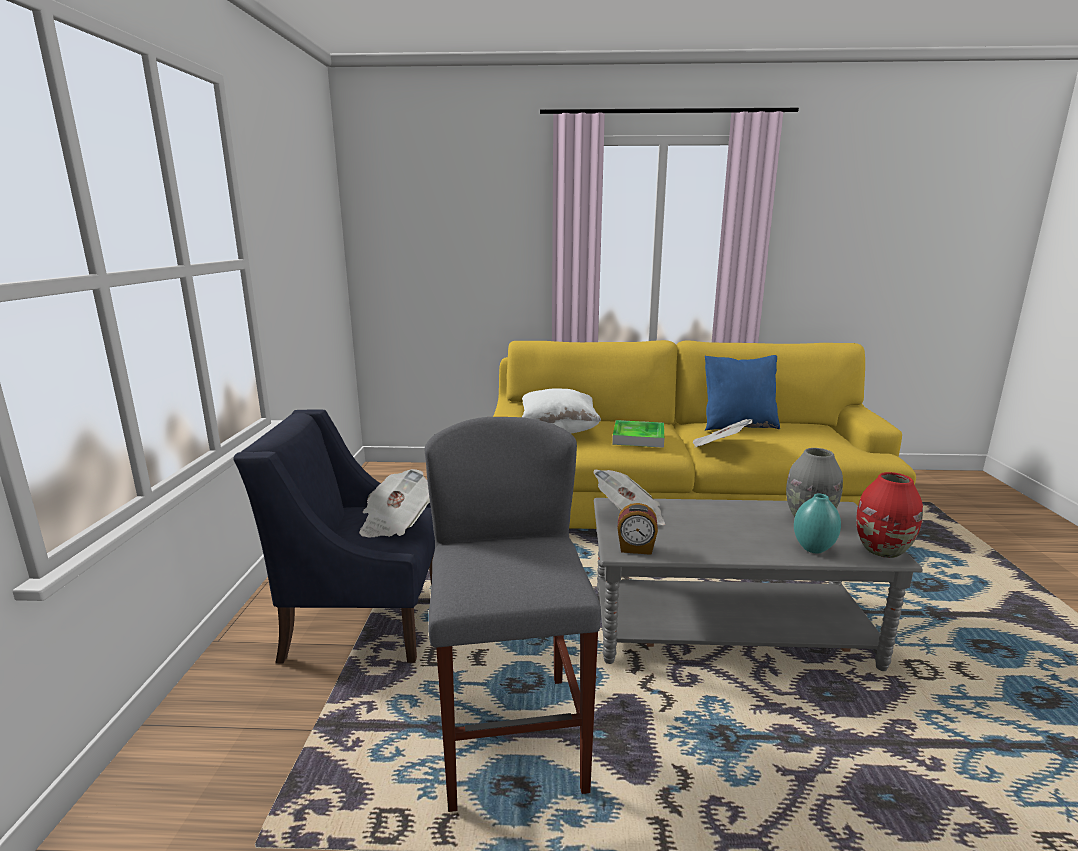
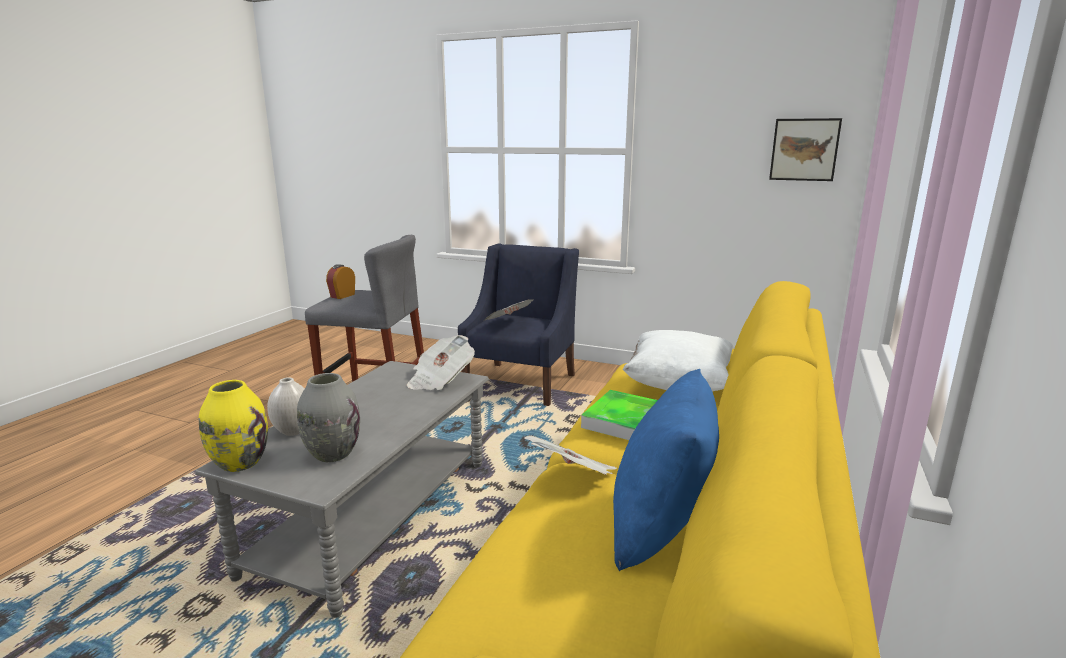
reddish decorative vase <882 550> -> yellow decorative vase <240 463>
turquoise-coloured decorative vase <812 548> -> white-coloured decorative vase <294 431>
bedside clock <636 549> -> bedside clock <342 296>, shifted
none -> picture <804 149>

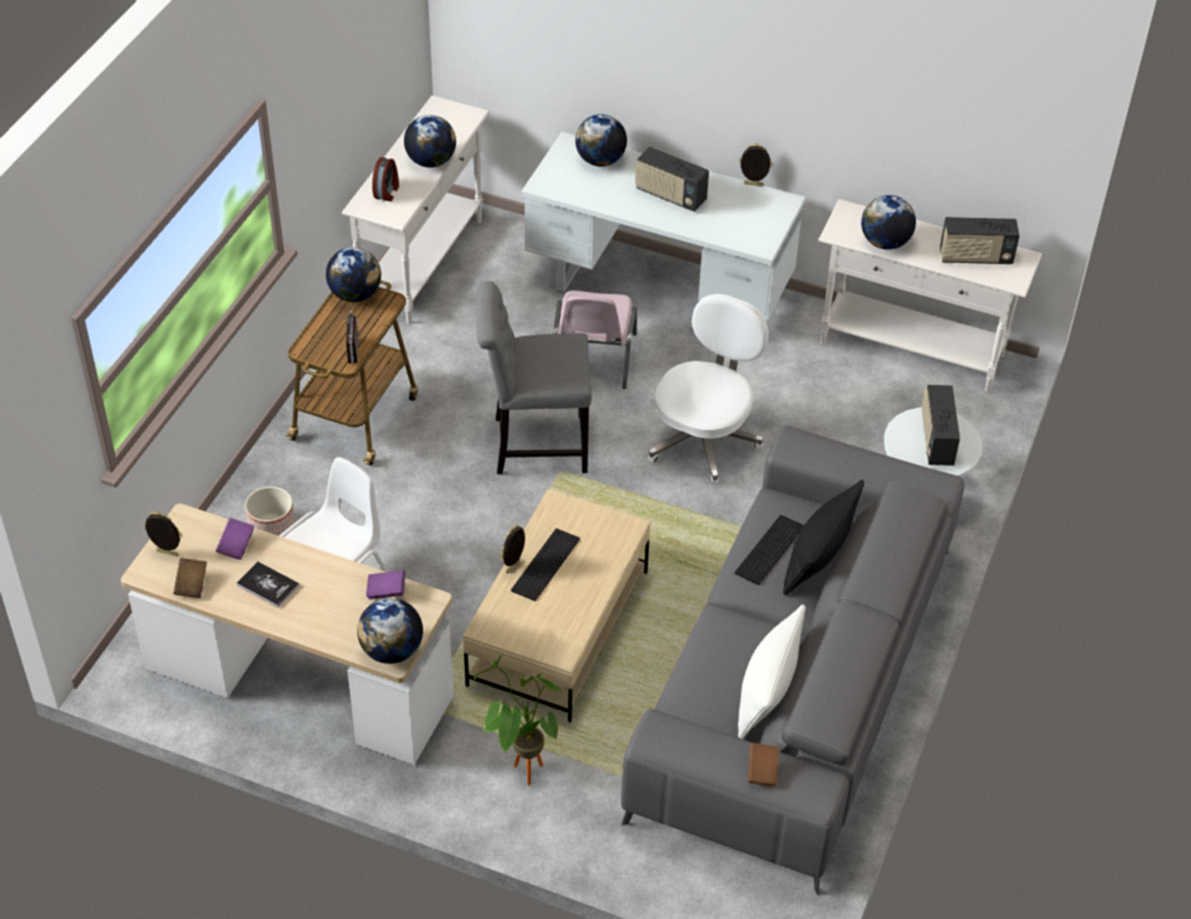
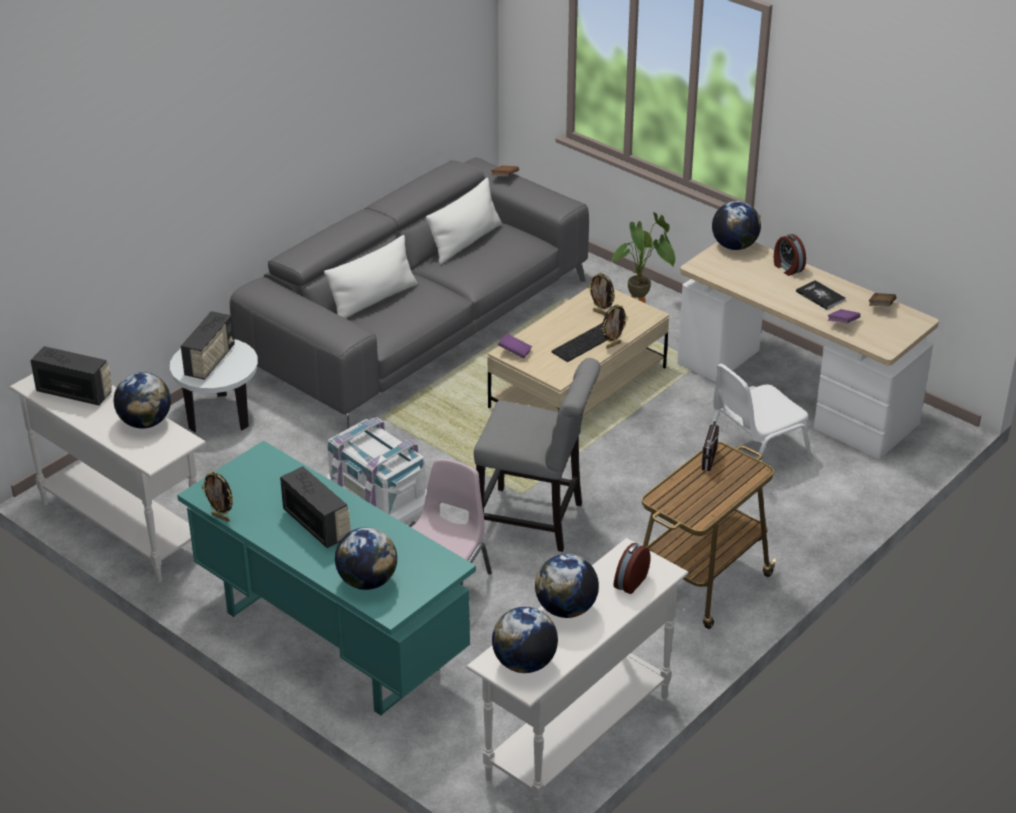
white-coloured desk table <659 293> -> turquoise-coloured desk table <330 641>
desk globe <355 294> -> desk globe <524 663>, shifted
white-coloured office chair <704 439> -> white-coloured storage box <377 493>
black pillow <818 557> -> white-coloured pillow <373 300>
planter <272 527> -> none
standing frame <167 554> -> standing frame <601 313>, shifted
keyboard <770 551> -> none
purple volume <386 591> -> purple volume <514 352>, shifted
none -> bedside clock <787 268>

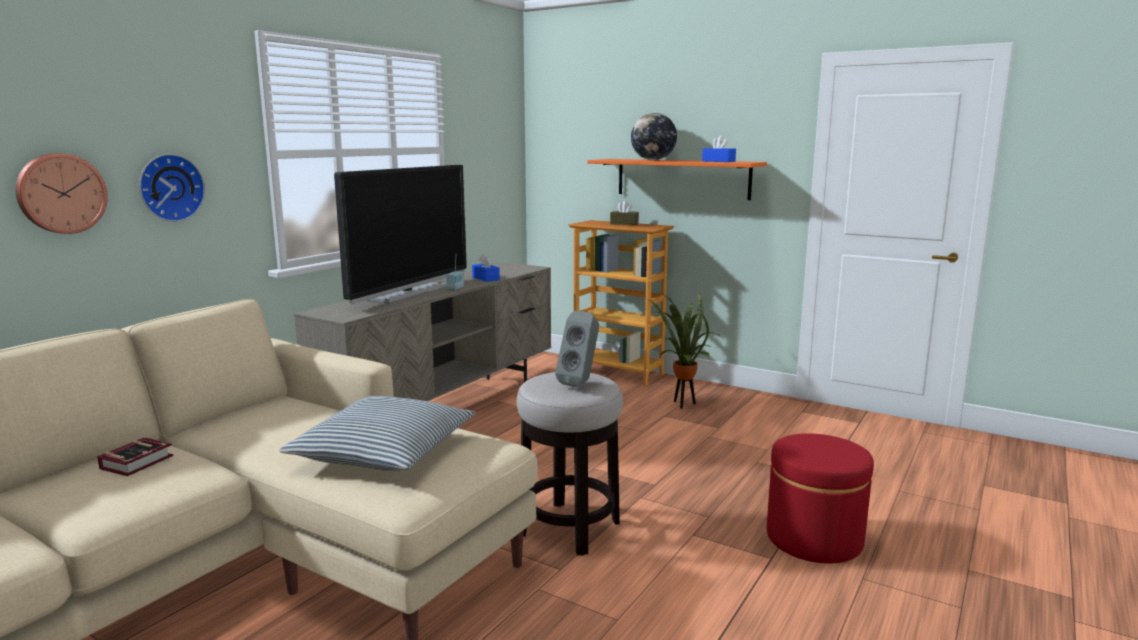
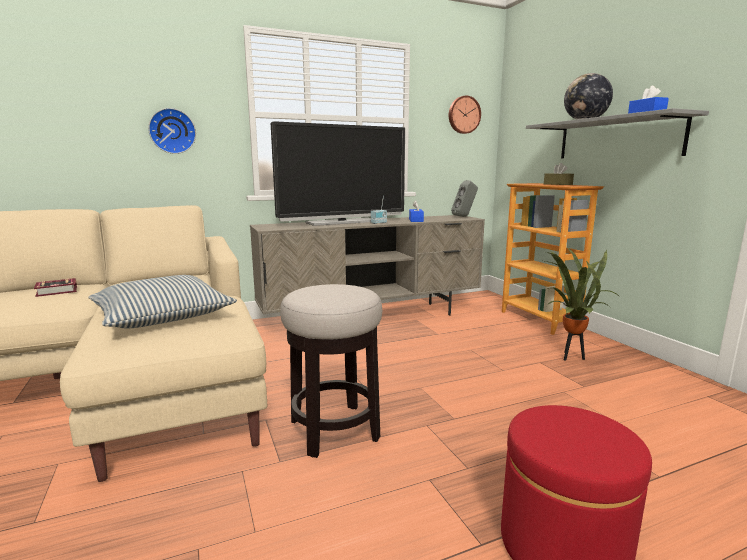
wall clock <61 193> -> wall clock <463 115>, shifted
orange-coloured shelf <682 178> -> grey shelf <617 138>
grey speaker <581 383> -> grey speaker <464 216>, shifted

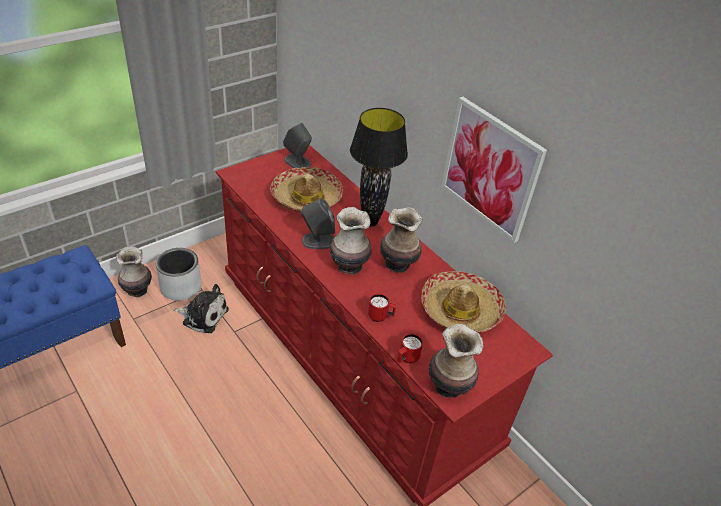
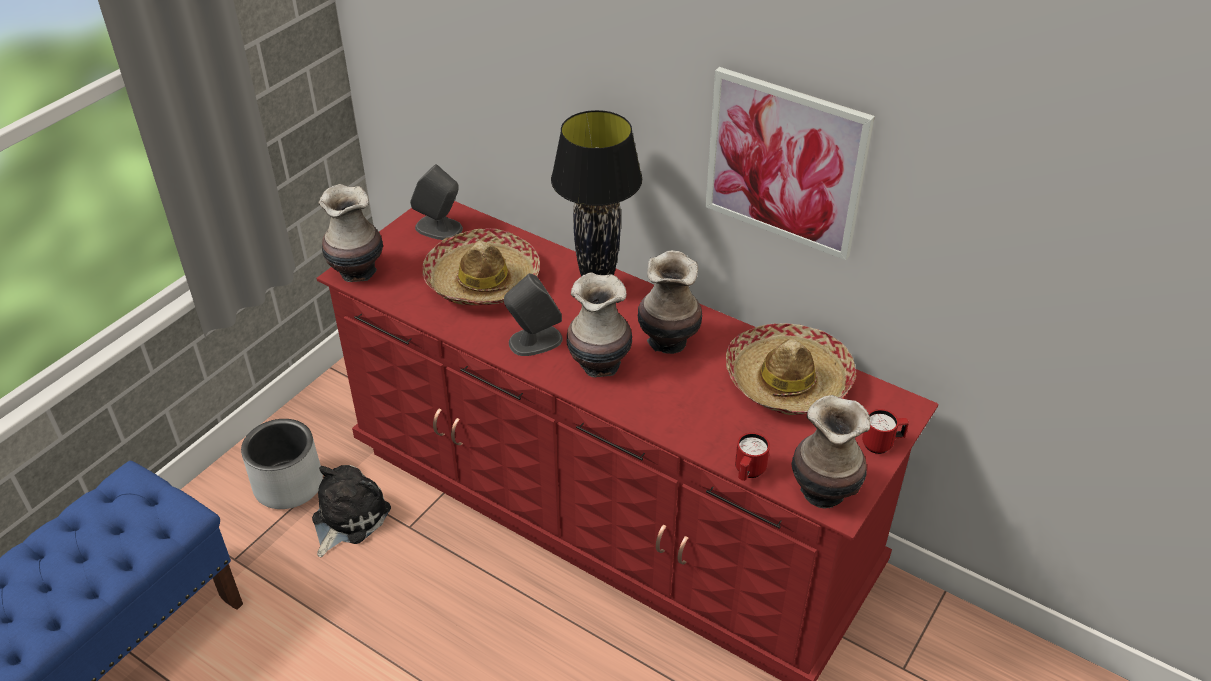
decorative vase <137 290> -> decorative vase <357 271>, shifted
plush toy <203 315> -> plush toy <347 518>, 60 degrees counterclockwise
reddish mug <380 317> -> reddish mug <882 444>, shifted

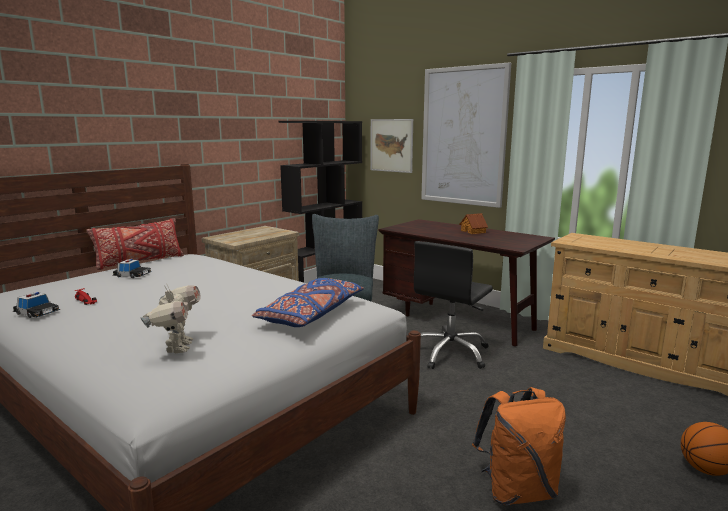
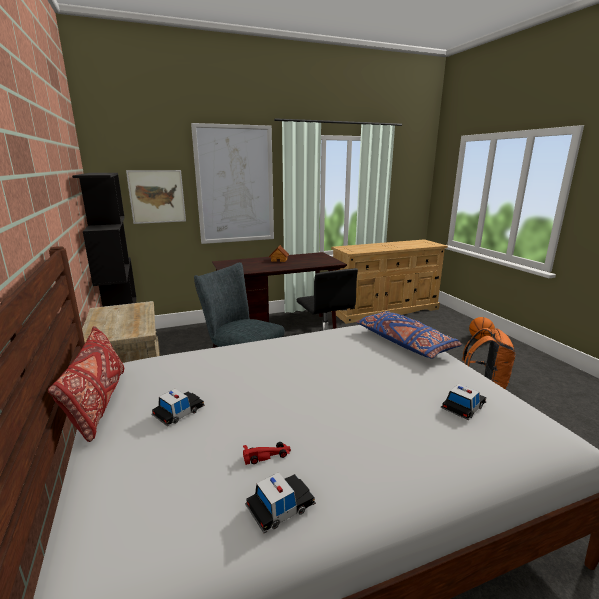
robot figure <177 347> -> miniature car <463 406>

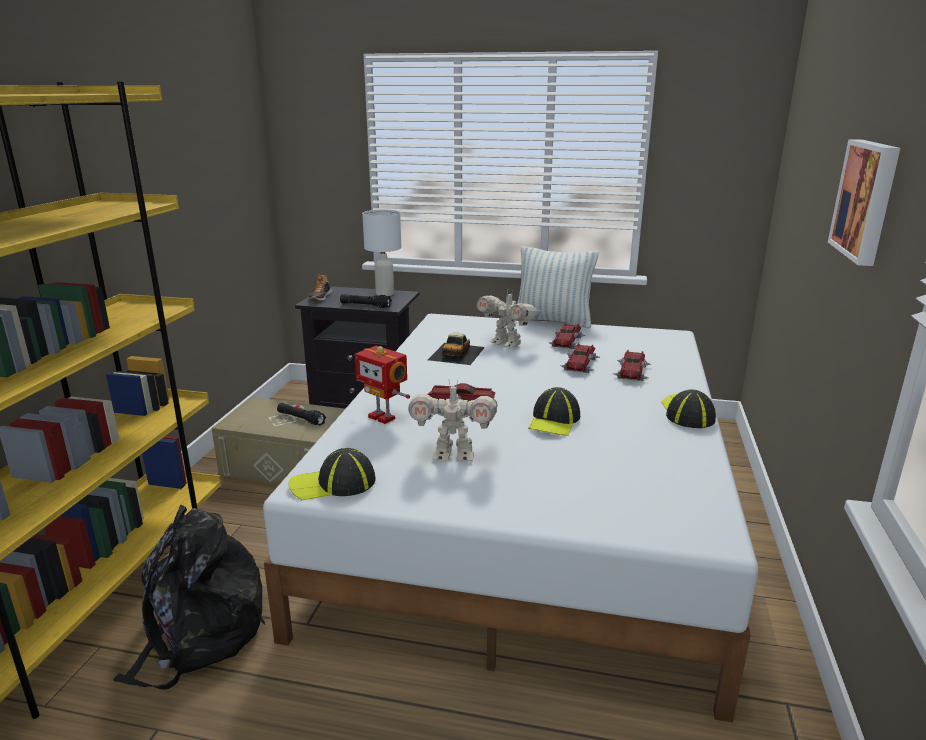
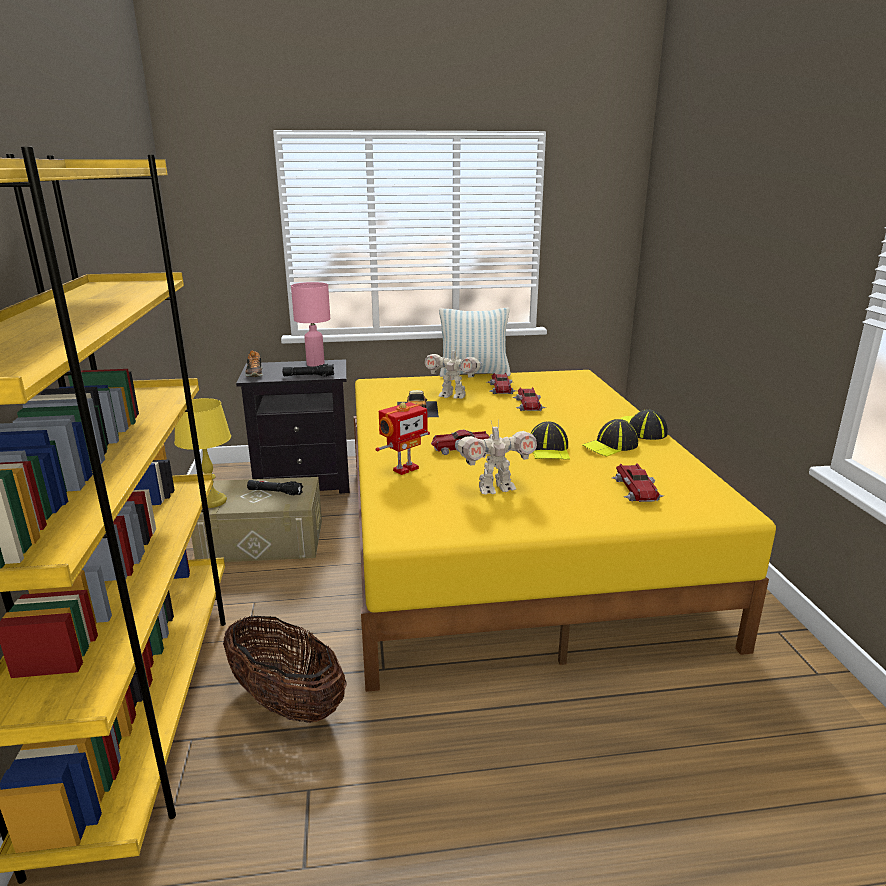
picture <867 200> -> none
white-coloured table lamp <385 294> -> pink table lamp <315 364>
white-coloured bedroom bed <529 509> -> yellow bedroom bed <508 537>
robot figure <383 417> -> robot figure <404 469>, 60 degrees counterclockwise
miniature car <632 372> -> miniature car <637 490>, shifted
cap <333 484> -> cap <610 446>, shifted
black backpack <199 634> -> storage basket <287 702>
none -> yellow table lamp <212 501>

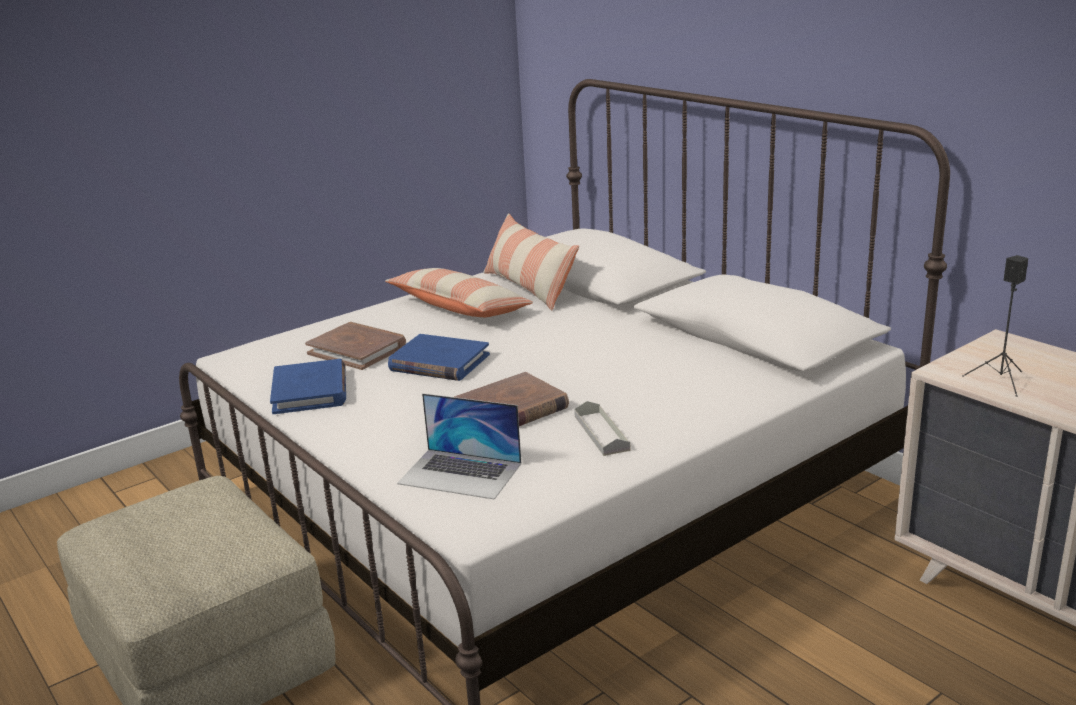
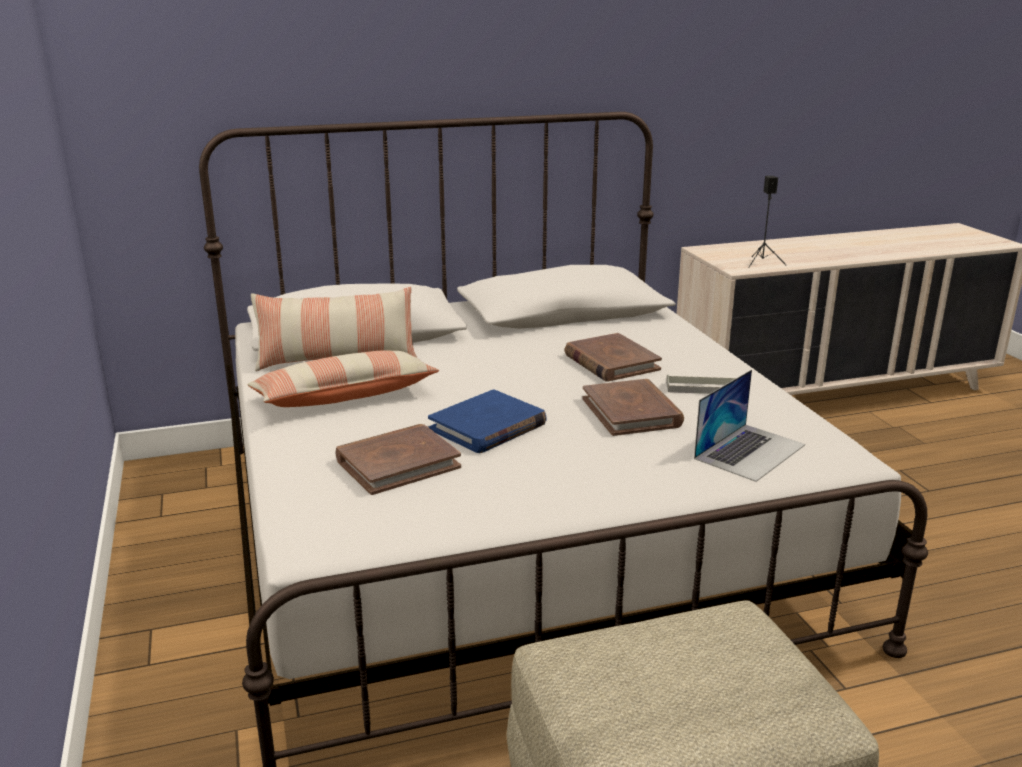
blue-coloured volume <310 391> -> none
none -> brown-coloured volume <611 362>

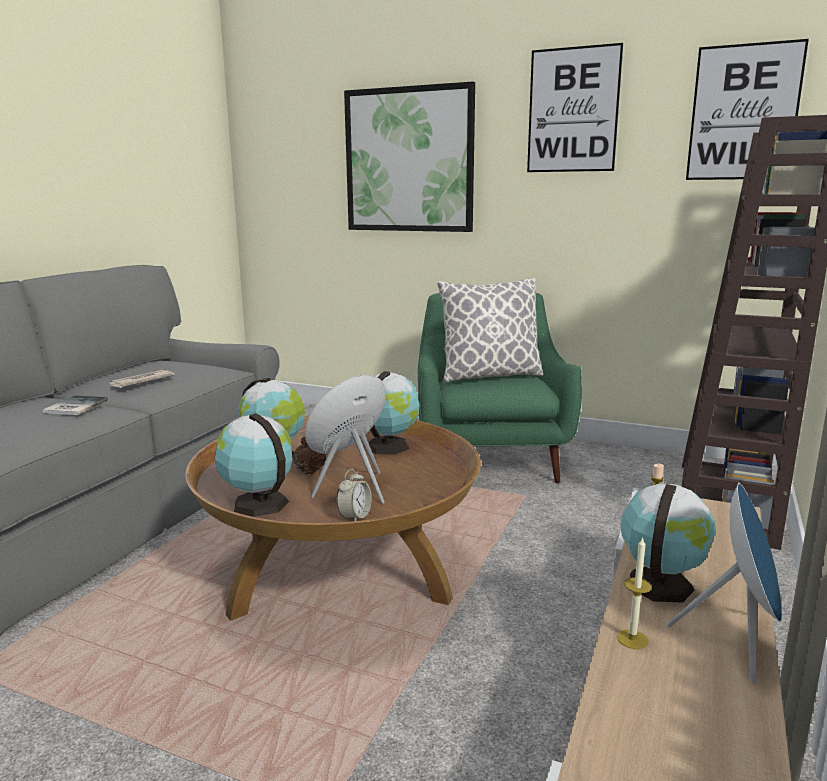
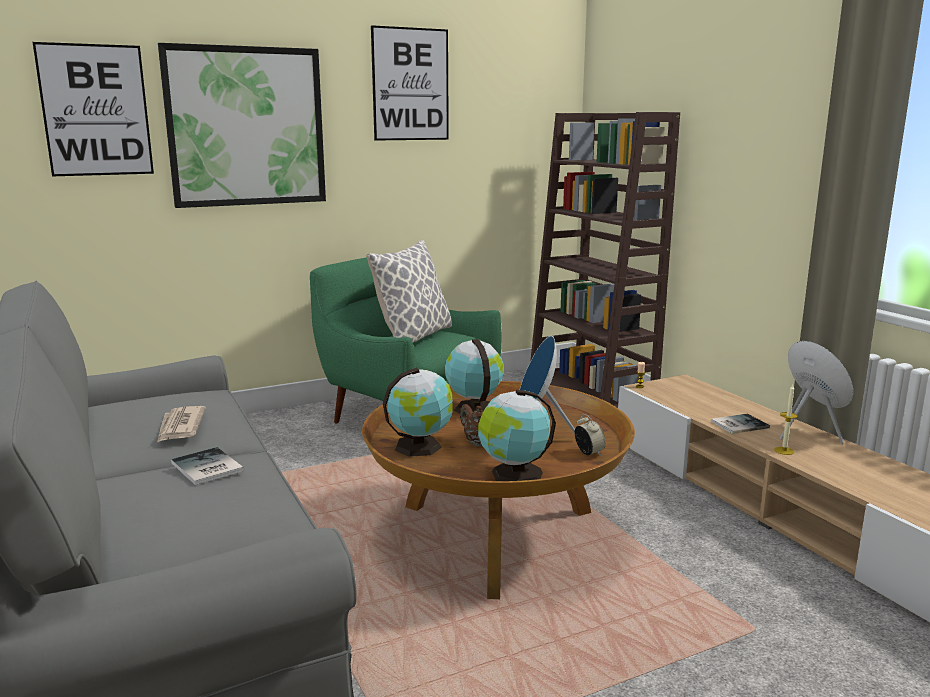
picture <743 113> -> picture <96 110>, shifted
desk globe <660 583> -> volume <737 424>

